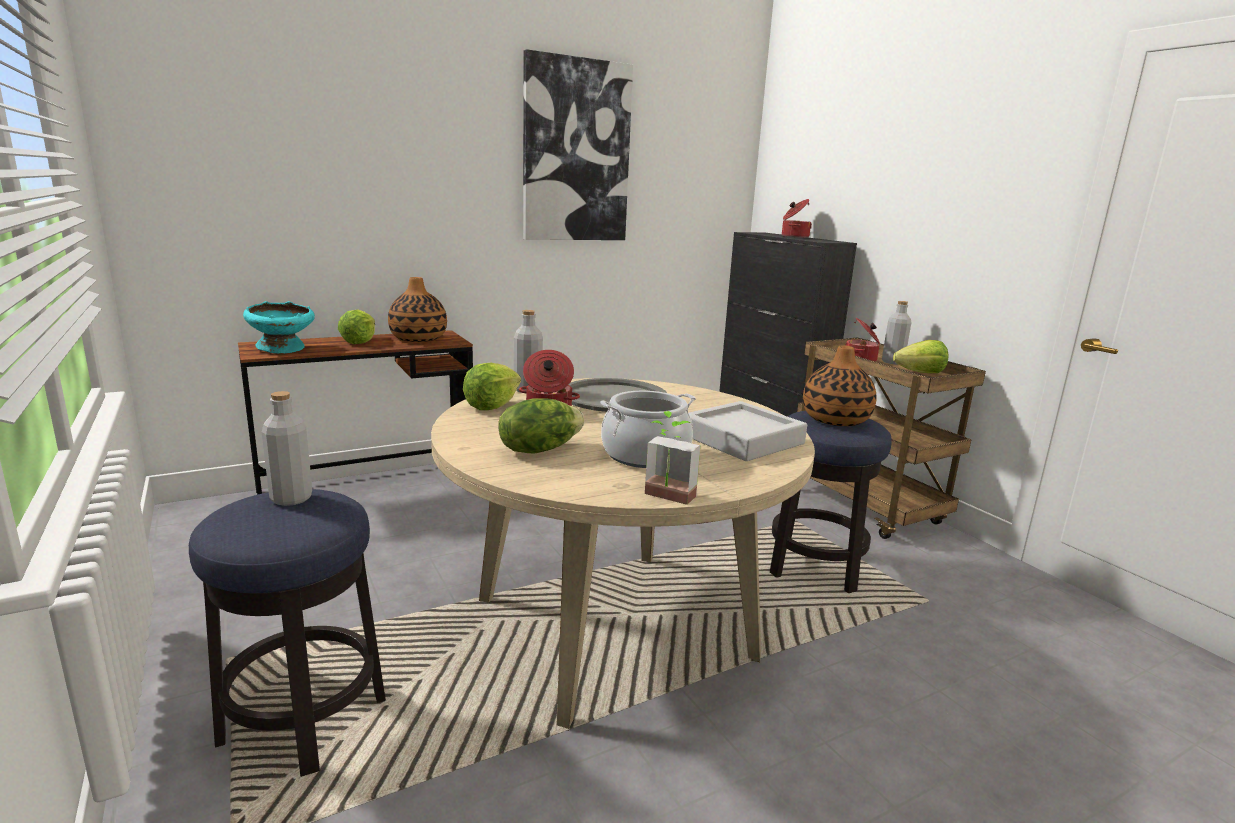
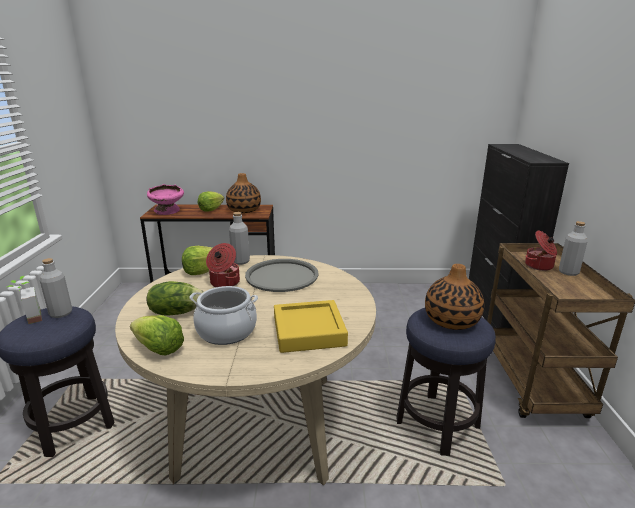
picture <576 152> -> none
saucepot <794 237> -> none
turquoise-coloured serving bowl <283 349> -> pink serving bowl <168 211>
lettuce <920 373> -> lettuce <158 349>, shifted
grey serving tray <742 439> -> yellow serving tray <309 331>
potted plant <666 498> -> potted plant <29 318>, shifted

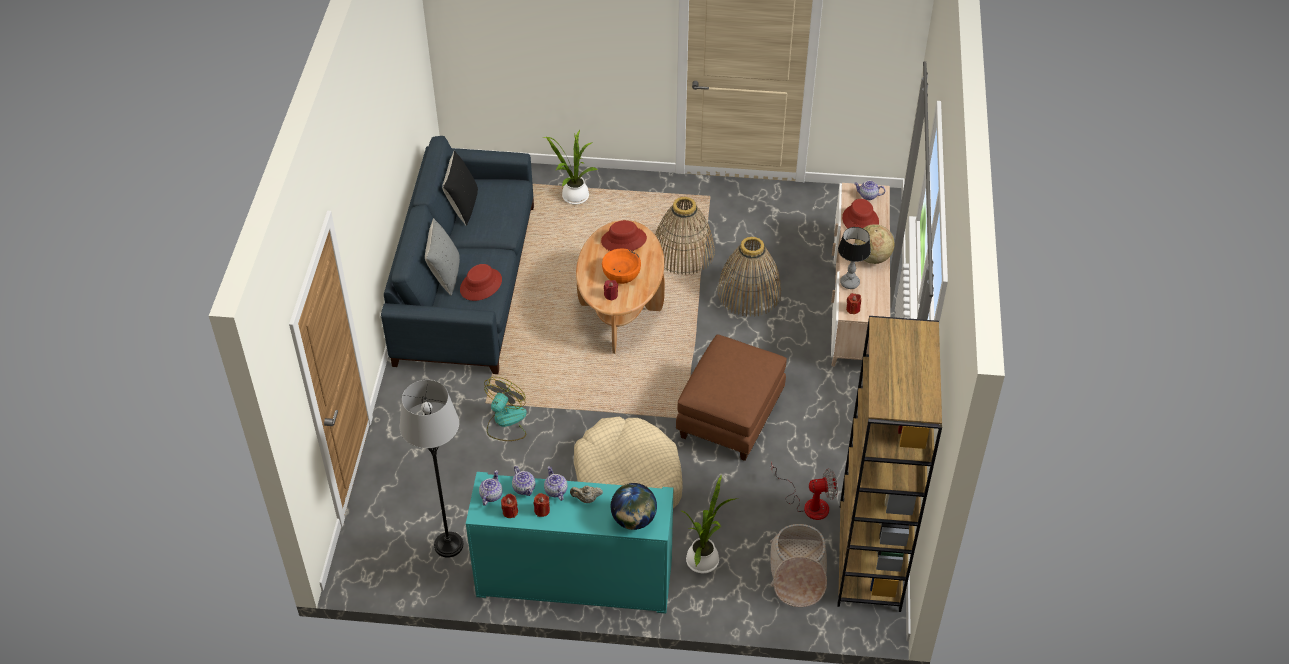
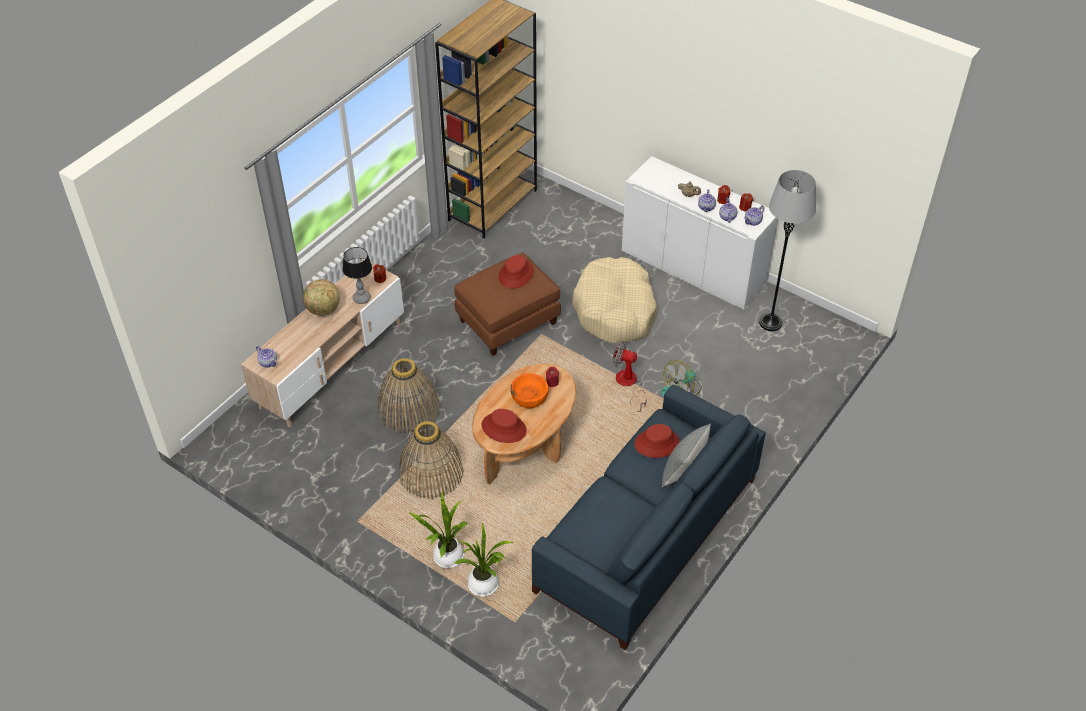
black pillow <462 206> -> none
reddish hat <860 220> -> reddish hat <516 274>, shifted
electric fan <808 504> -> electric fan <628 385>, shifted
turquoise-coloured cupboard <574 579> -> white-coloured cupboard <693 268>
potted plant <704 559> -> potted plant <446 557>, shifted
desk globe <633 520> -> none
storage basket <797 573> -> none

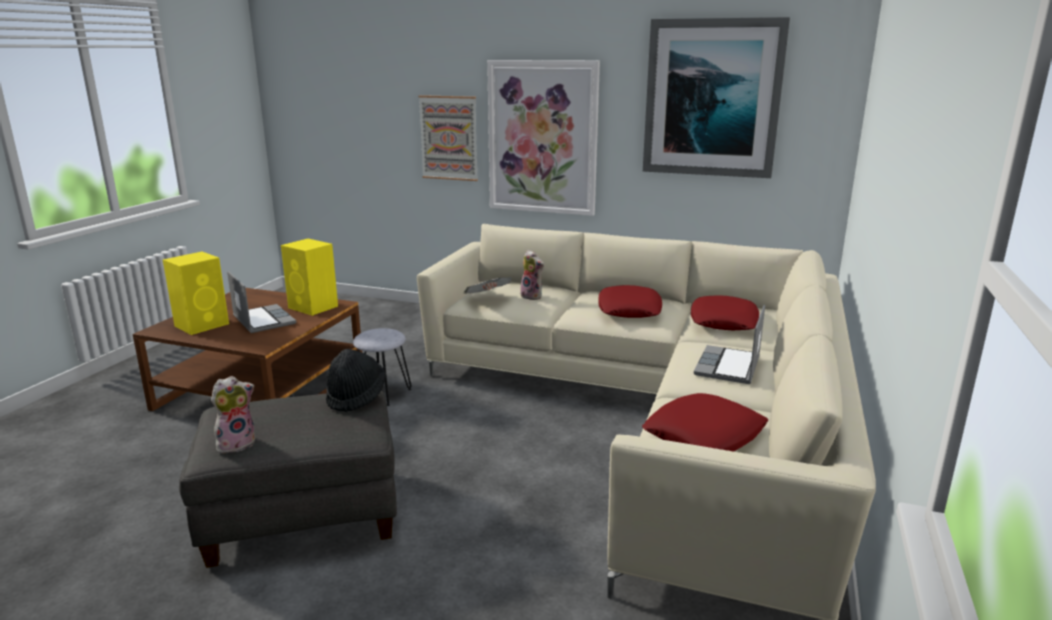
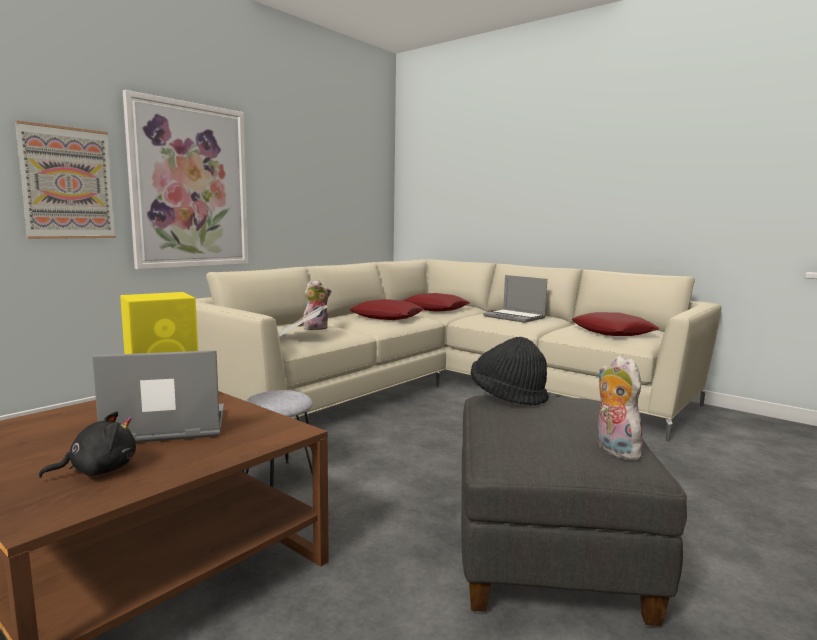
picture <712 98> -> none
yellow speaker <203 324> -> black plush toy <98 470>

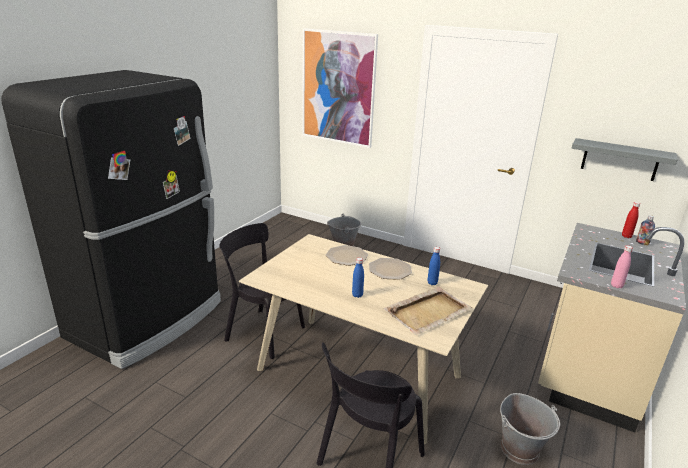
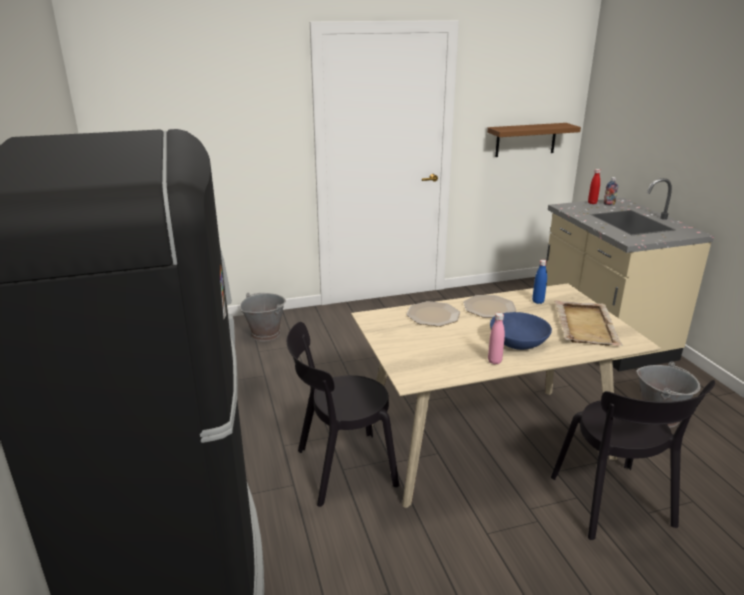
picture <338 88> -> none
grey shelf <620 160> -> brown-coloured shelf <525 140>
pink bottle <616 286> -> pink bottle <494 361>, shifted
blue-coloured bottle <357 295> -> blue-coloured serving bowl <518 342>

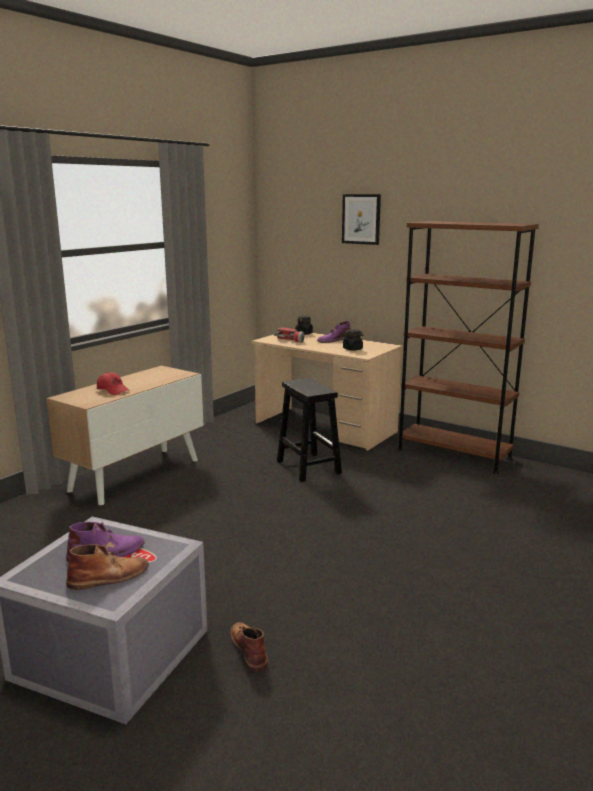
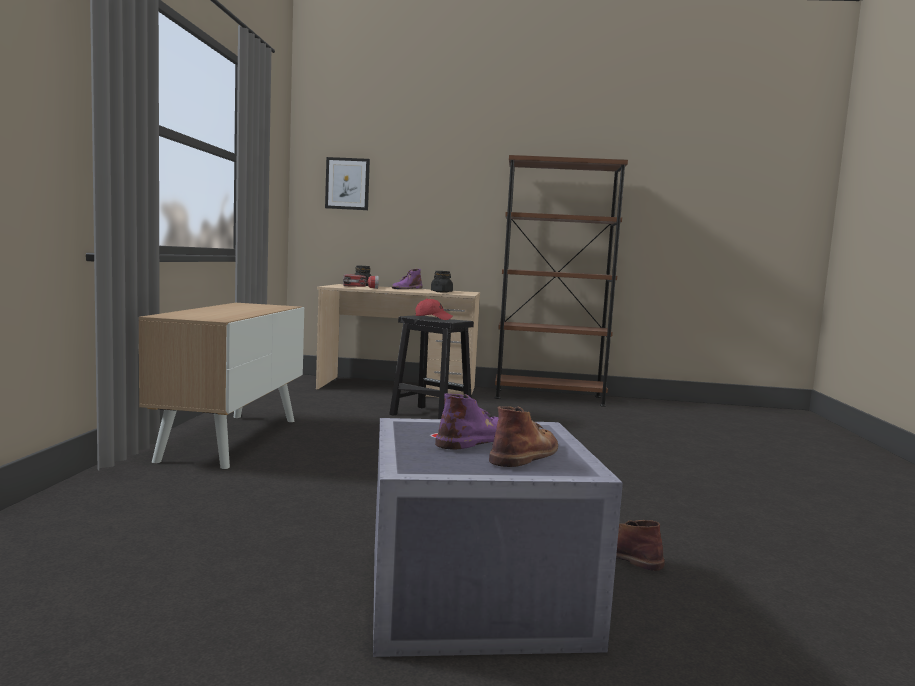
picture <361 219> -> picture <347 183>, shifted
reddish cap <113 390> -> reddish cap <433 318>, shifted

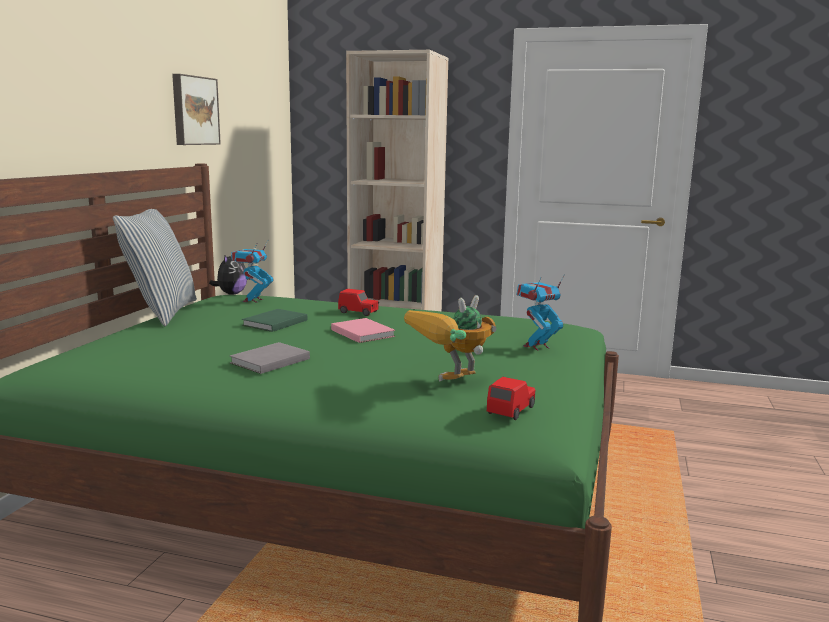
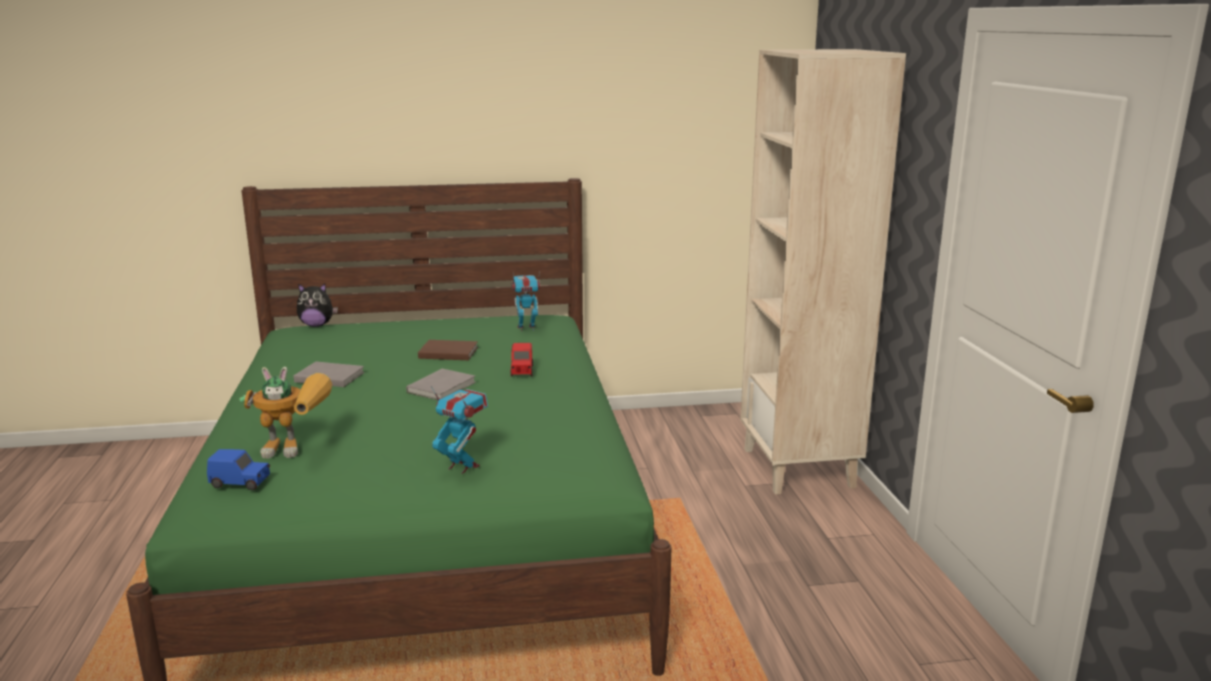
picture <194 110> -> none
pillow <161 312> -> none
plush toy <231 294> -> plush toy <317 325>, shifted
robot figure <451 385> -> robot figure <298 449>, 150 degrees clockwise
green-coloured volume <273 323> -> brown-coloured volume <447 352>
pink volume <362 332> -> grey volume <443 387>
reddish miniature car <511 410> -> blue-coloured miniature car <240 483>

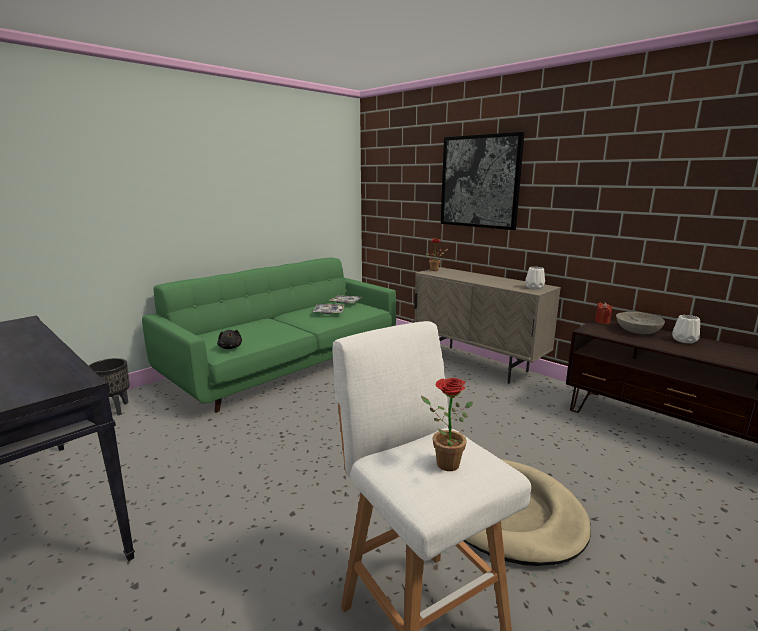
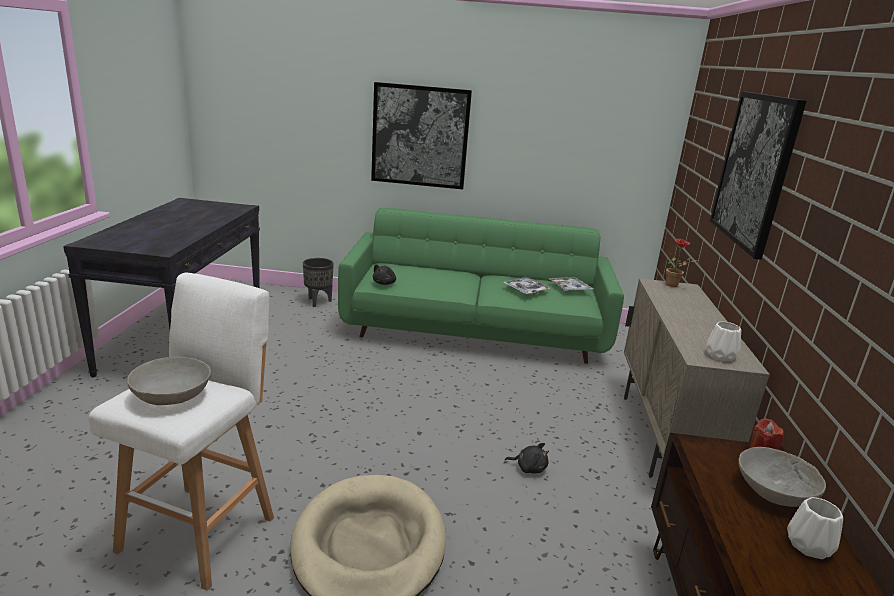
potted plant <443 463> -> grey serving bowl <172 396>
none -> picture <420 136>
none -> black plush toy <529 468>

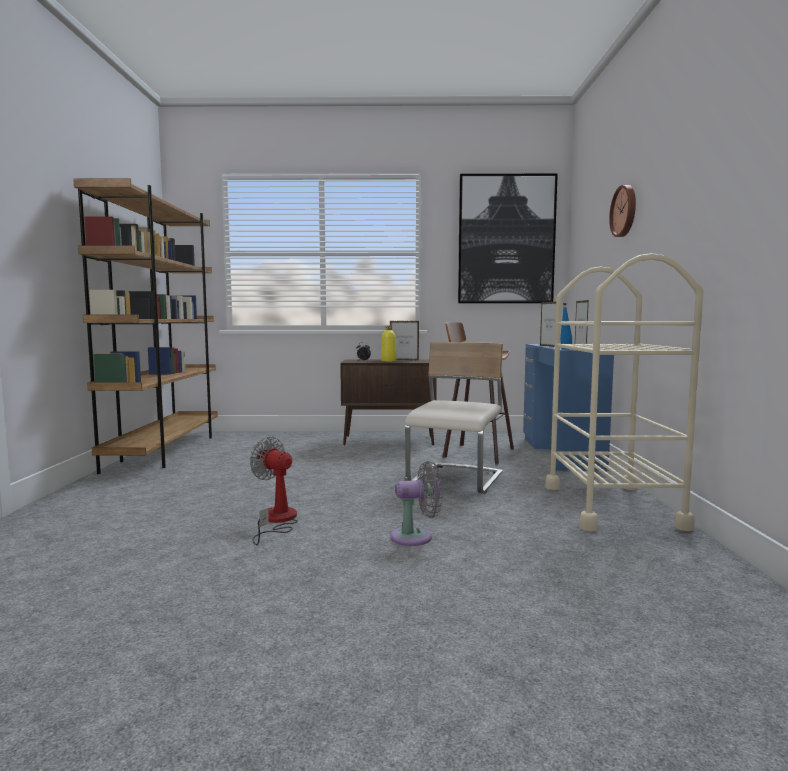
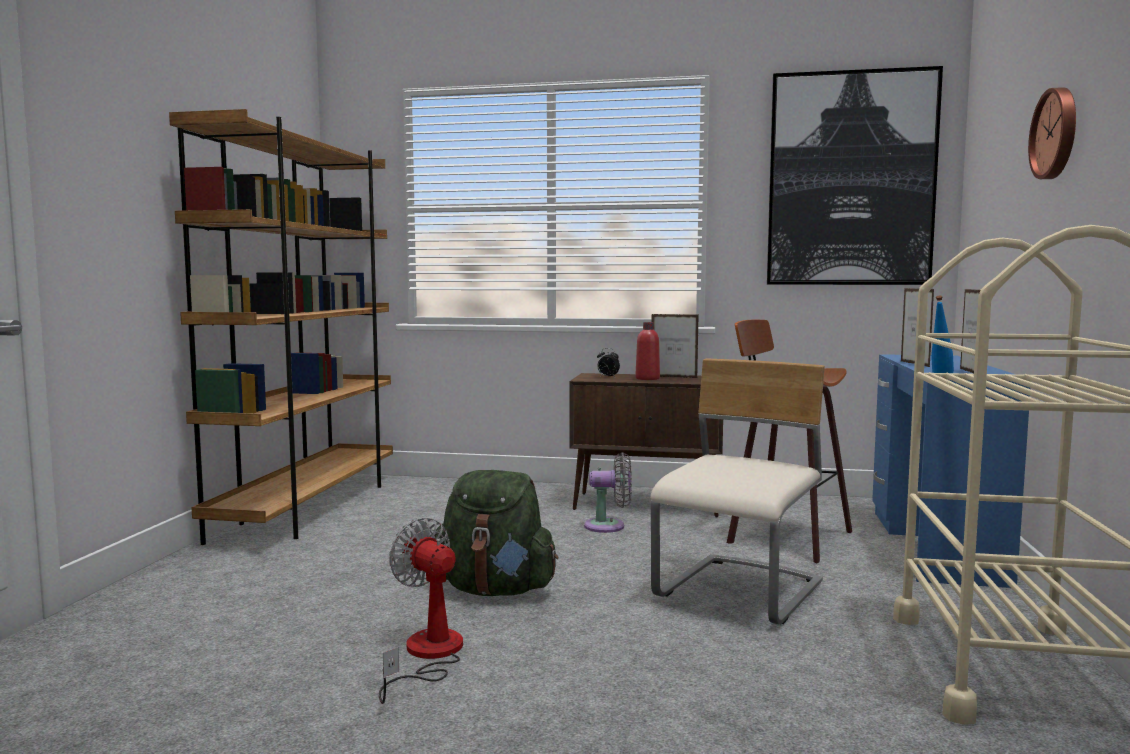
yellow bottle <388 361> -> reddish bottle <647 378>
grey electric fan <416 537> -> grey electric fan <609 526>, shifted
none -> green-coloured backpack <495 590>

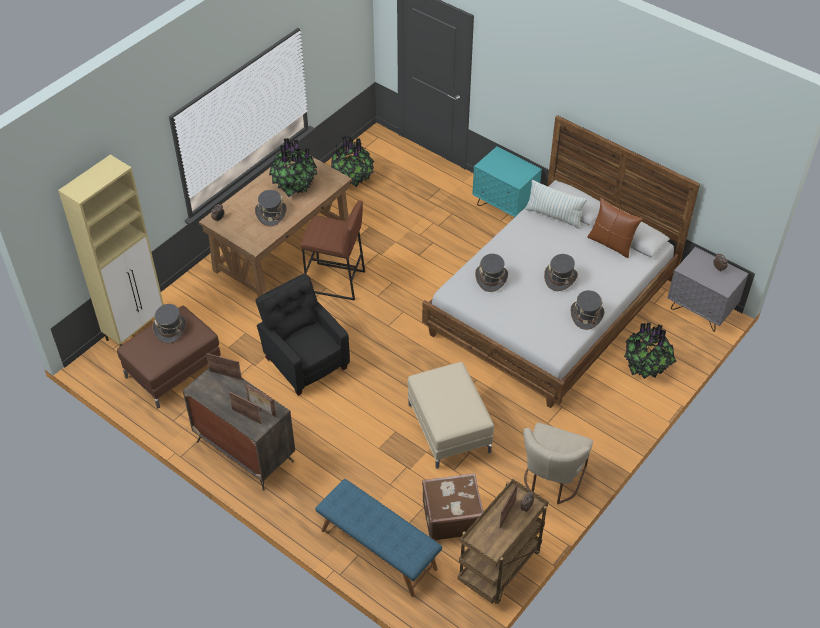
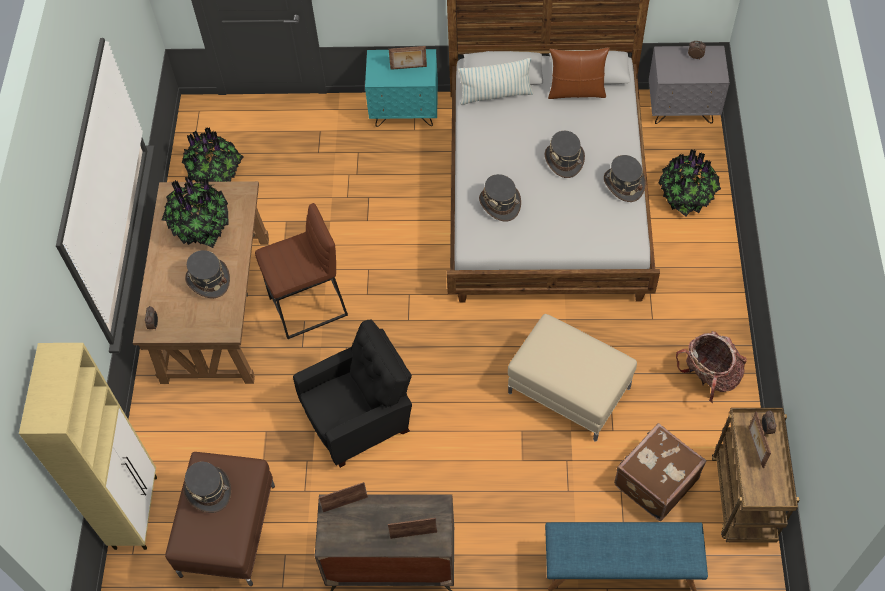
black lounge chair <305 361> -> black lounge chair <360 419>, 135 degrees clockwise
standing frame <261 409> -> standing frame <408 68>, shifted
sand-coloured upright chair <551 481> -> backpack <709 376>

